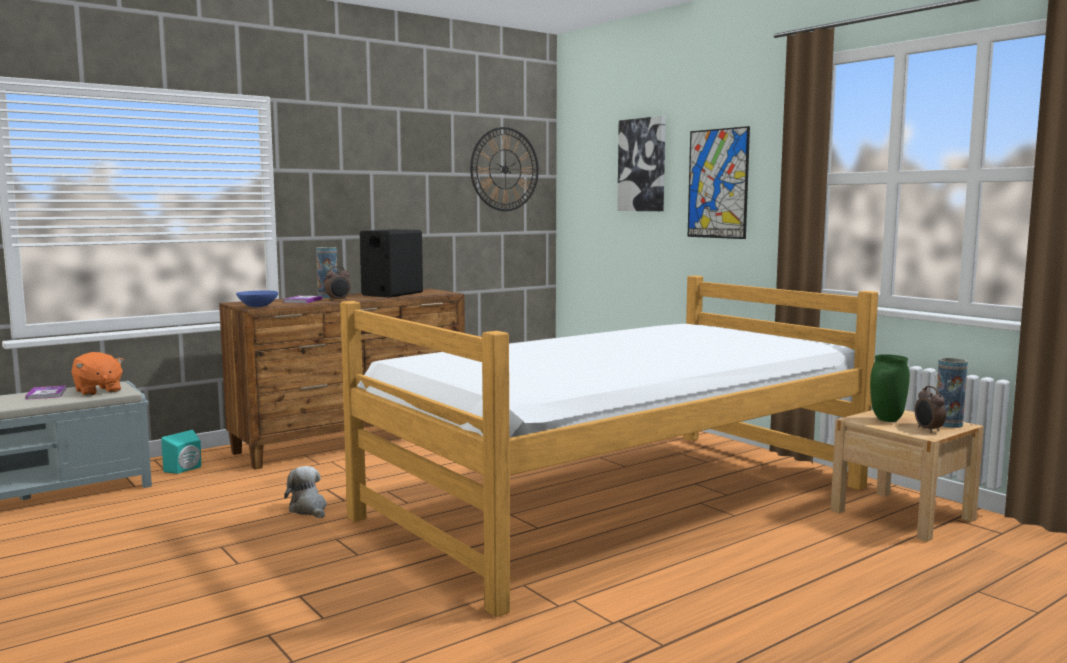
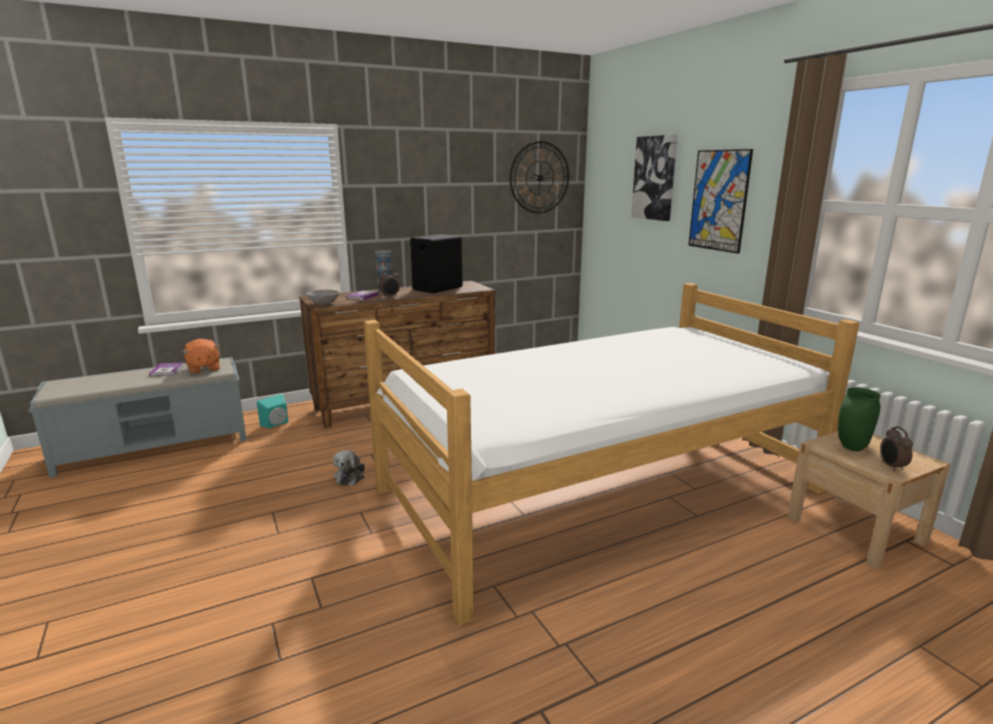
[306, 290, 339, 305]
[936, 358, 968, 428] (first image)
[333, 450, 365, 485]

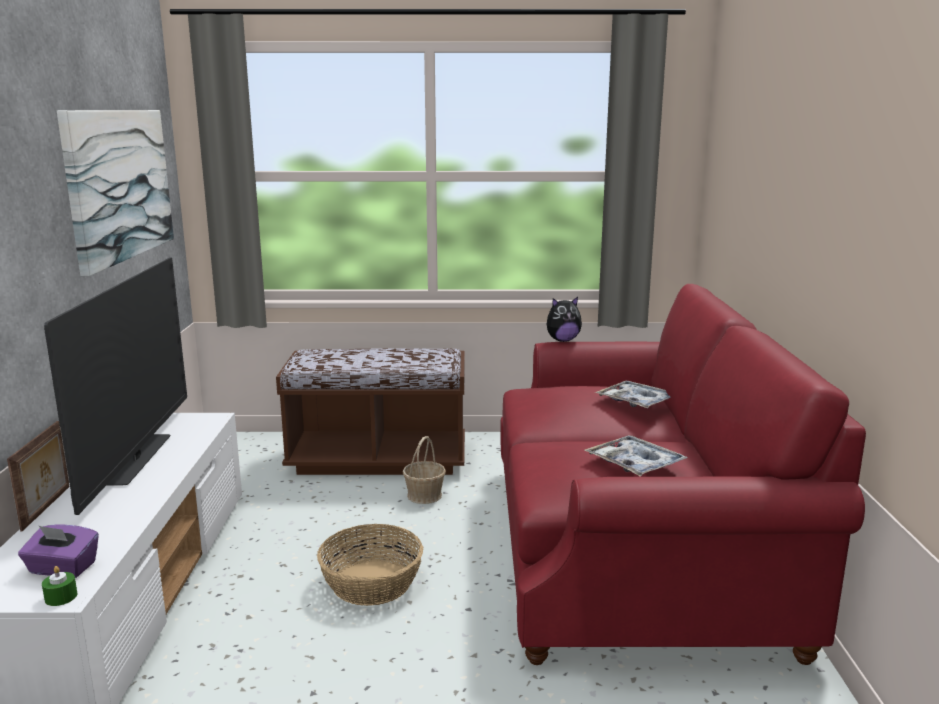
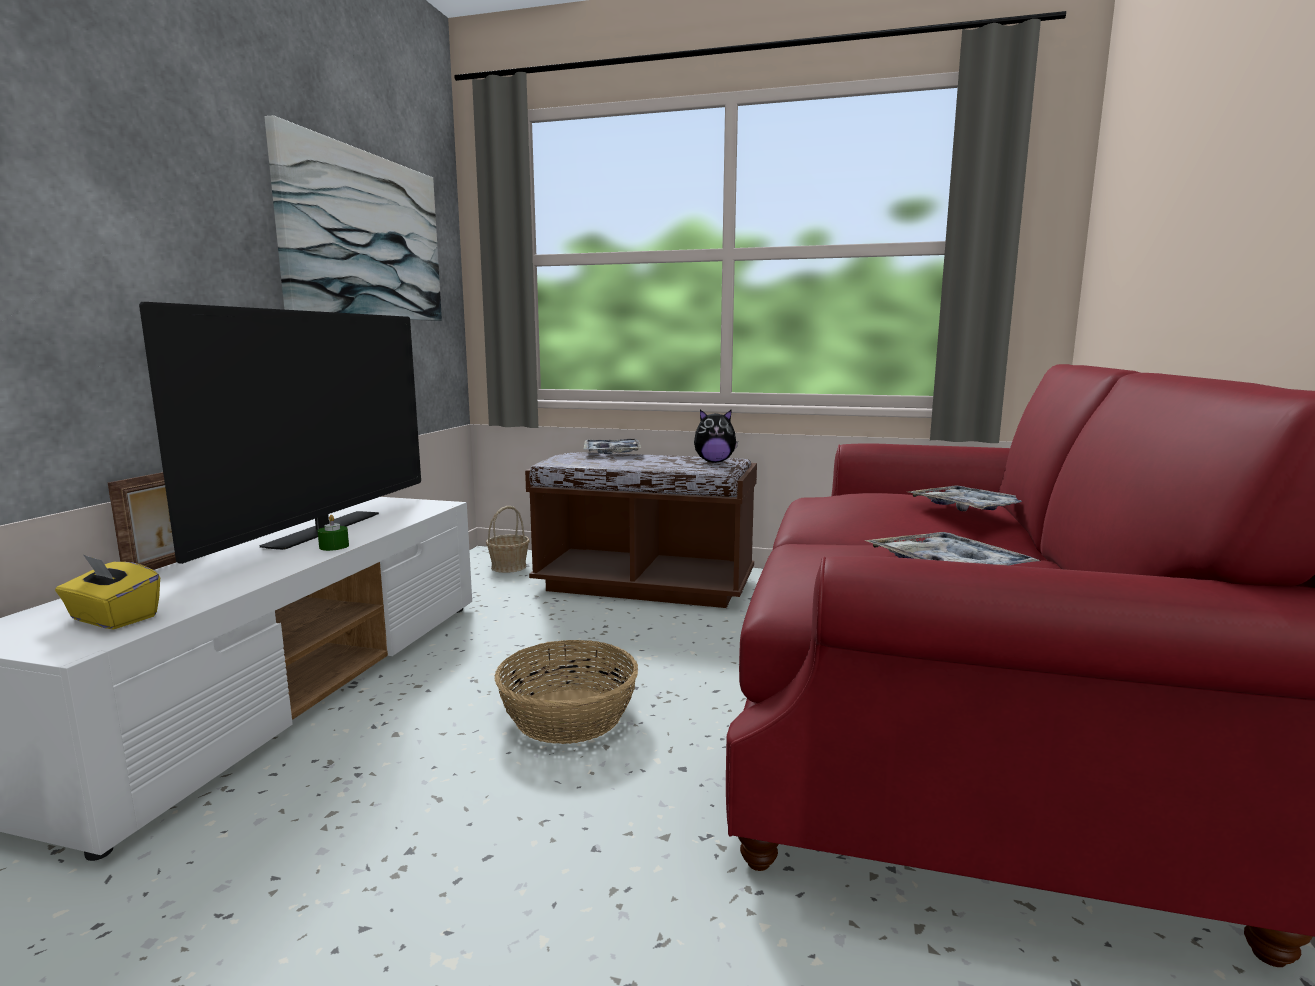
[694, 409, 738, 463]
[486, 506, 530, 573]
[55, 554, 160, 629]
[318, 515, 349, 551]
[584, 439, 641, 454]

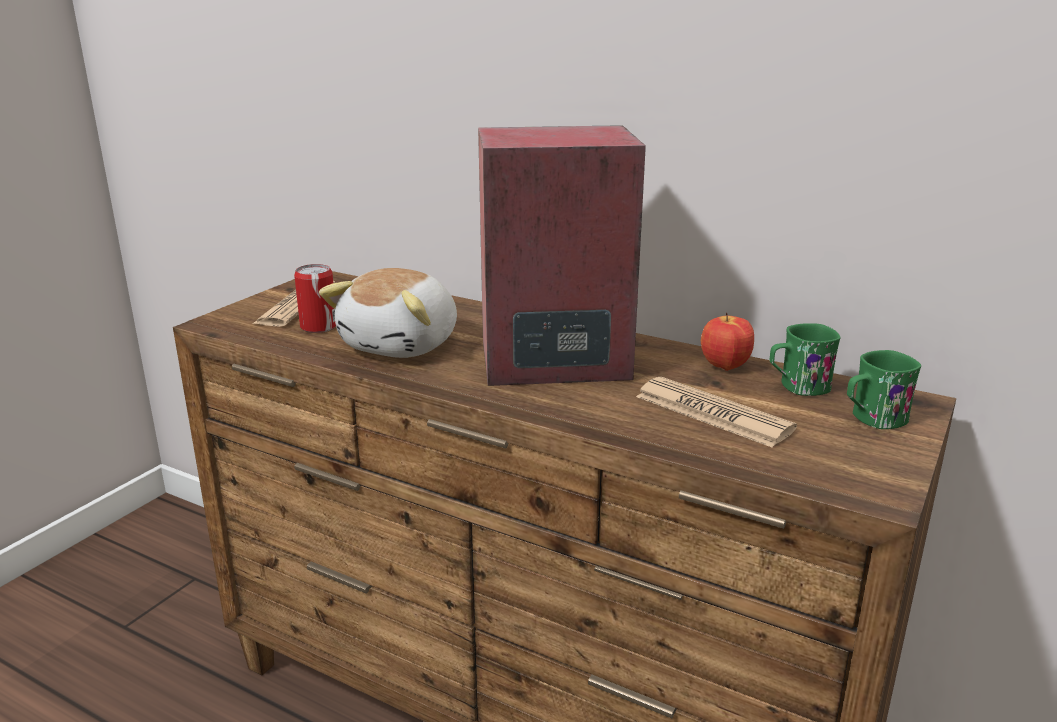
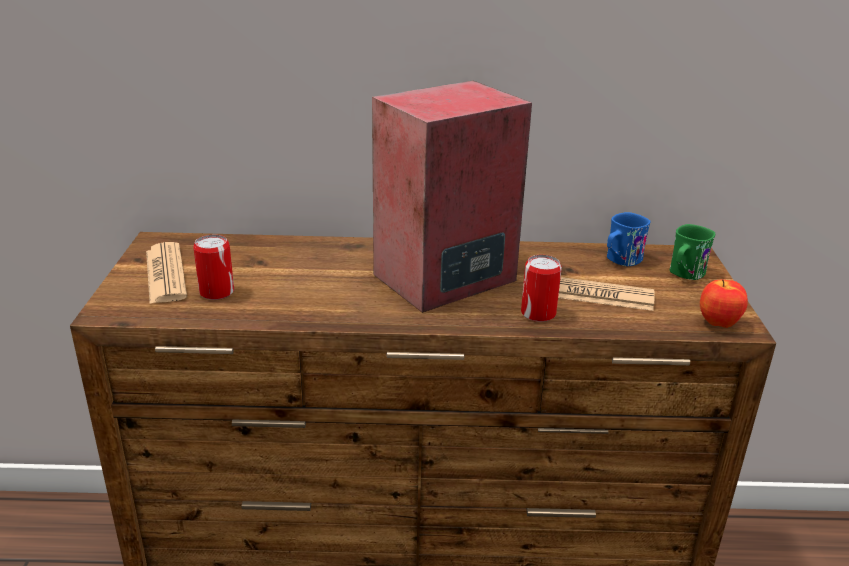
[319, 268, 457, 358] (first image)
[700, 280, 748, 328]
[607, 212, 651, 266]
[521, 255, 562, 322]

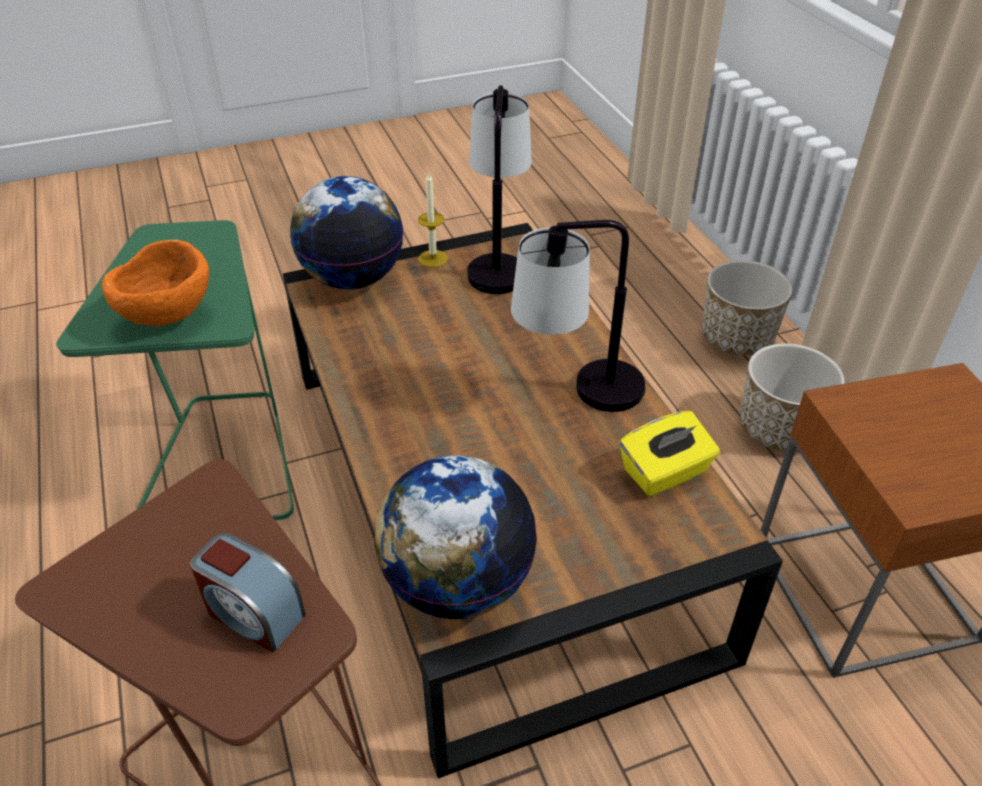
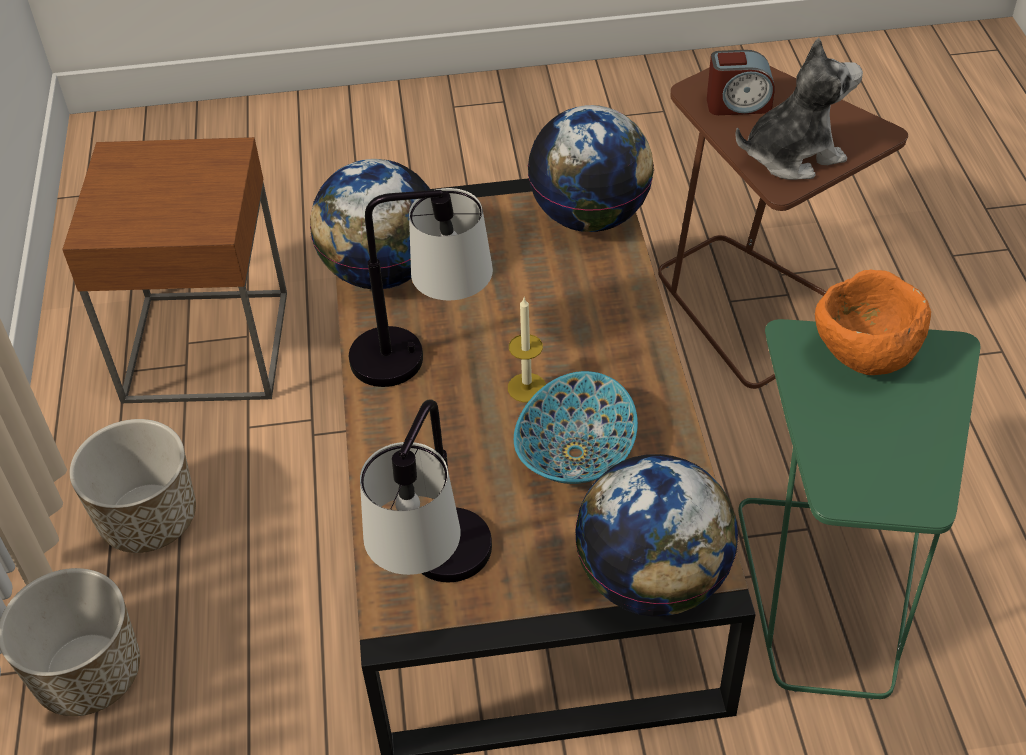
[508, 298, 546, 402]
[310, 159, 430, 289]
[707, 50, 775, 115]
[735, 38, 863, 180]
[514, 371, 638, 484]

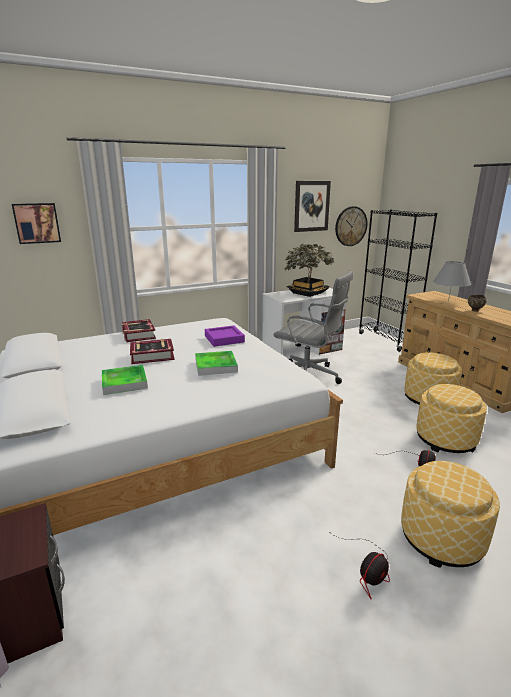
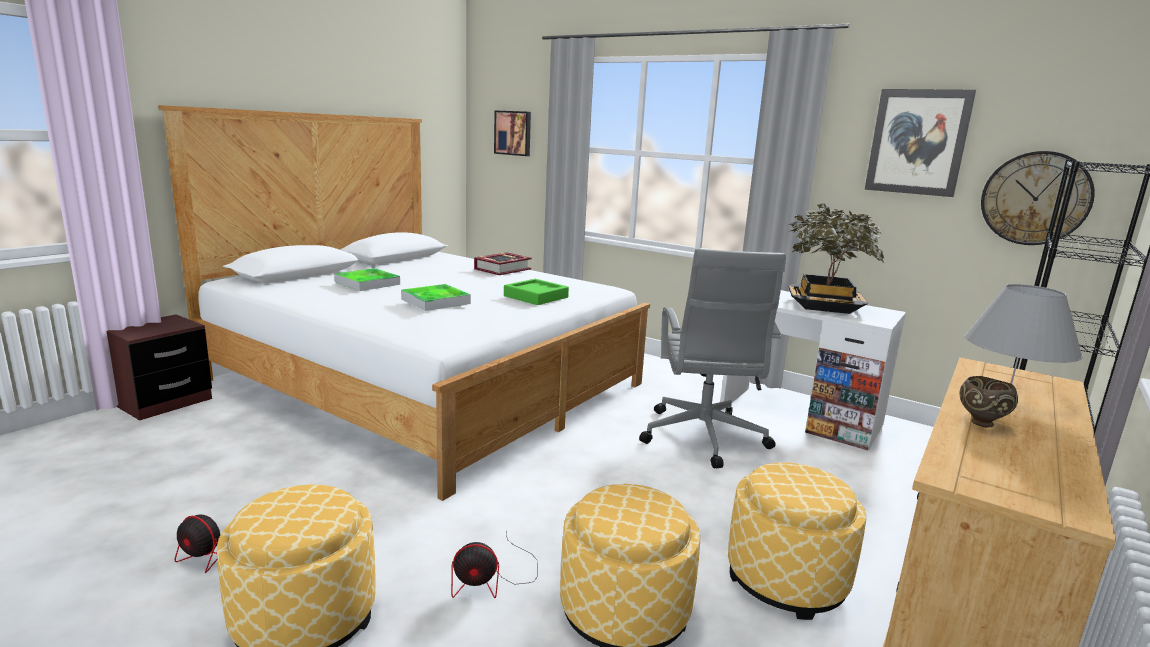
[504, 279, 569, 305]
[130, 339, 175, 364] (first image)

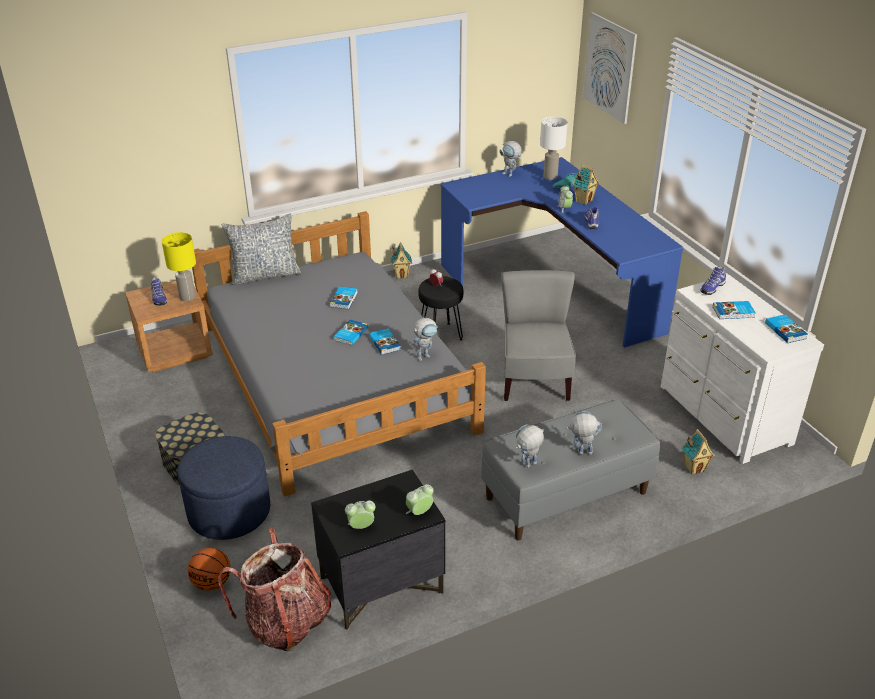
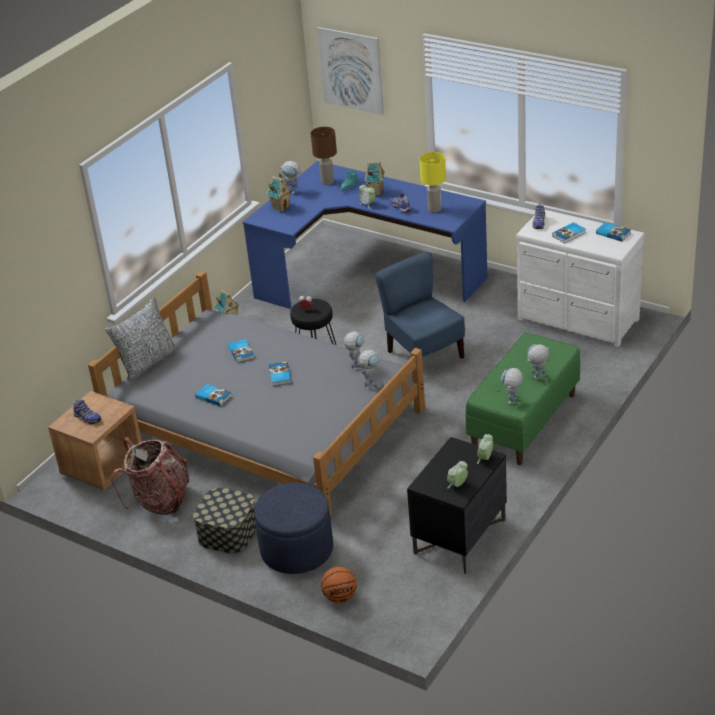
[311, 127, 337, 185]
[420, 152, 446, 213]
[375, 252, 465, 359]
[195, 384, 232, 406]
[465, 333, 580, 465]
[267, 176, 292, 212]
[111, 437, 189, 515]
[358, 350, 380, 390]

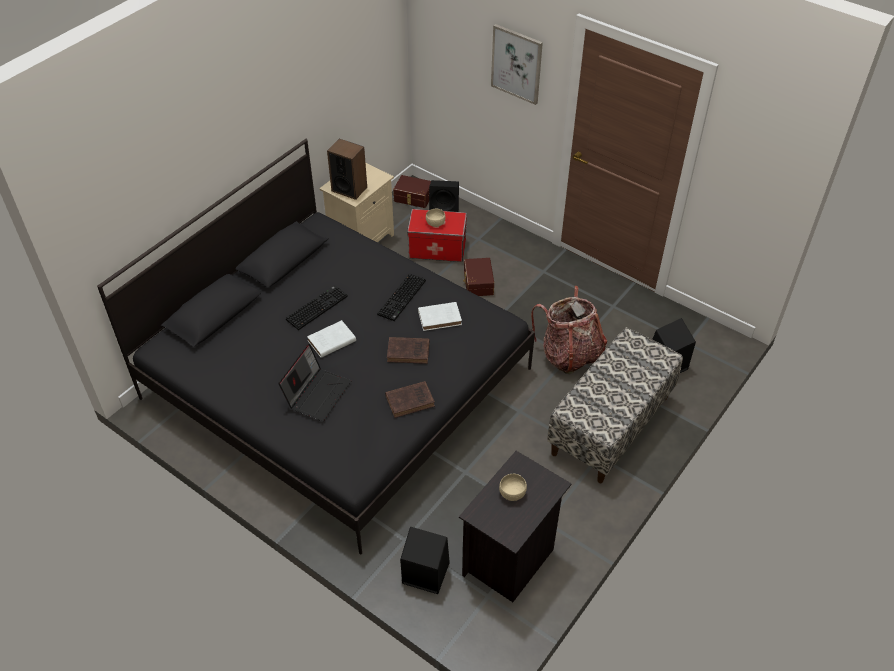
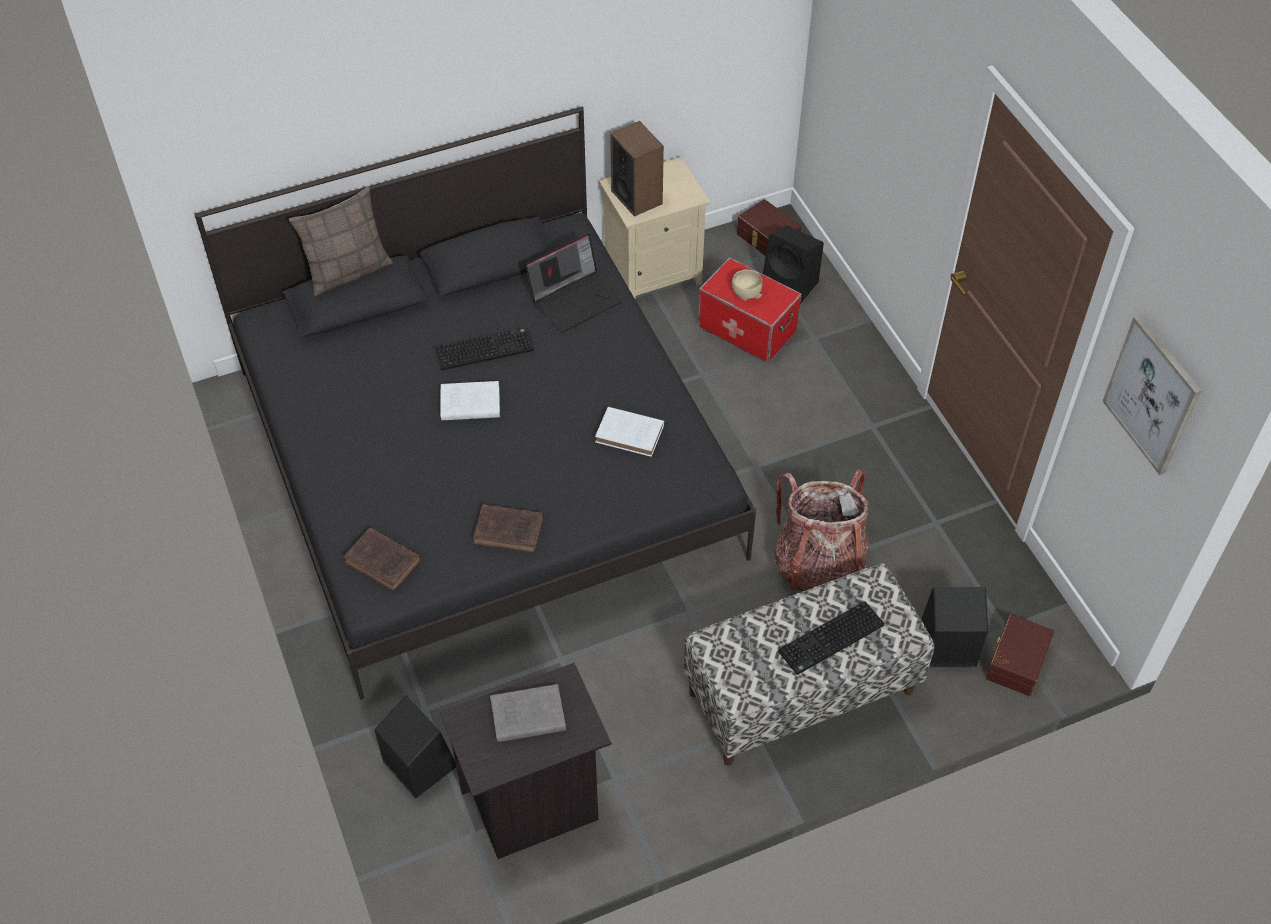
[1102, 315, 1202, 475]
[986, 614, 1054, 696]
[778, 601, 884, 675]
[343, 527, 421, 591]
[525, 233, 623, 333]
[490, 684, 566, 742]
[288, 187, 393, 296]

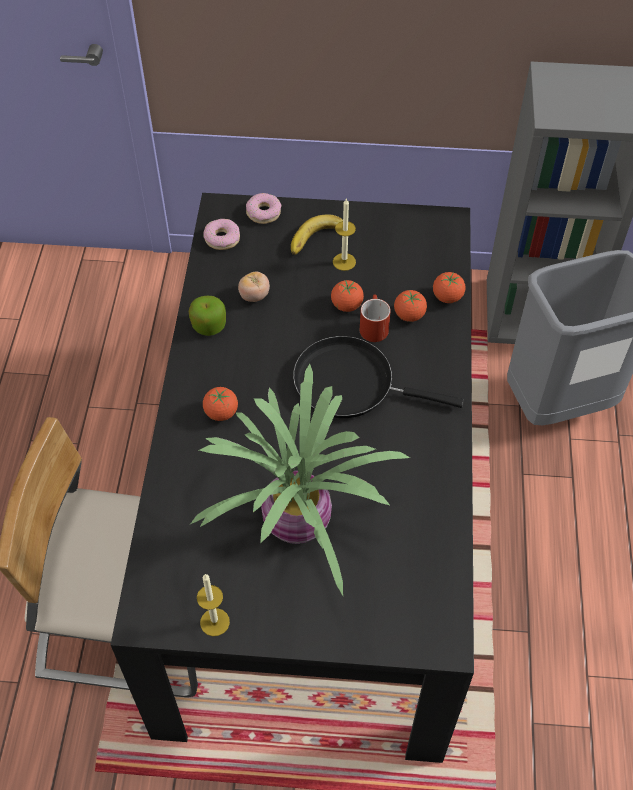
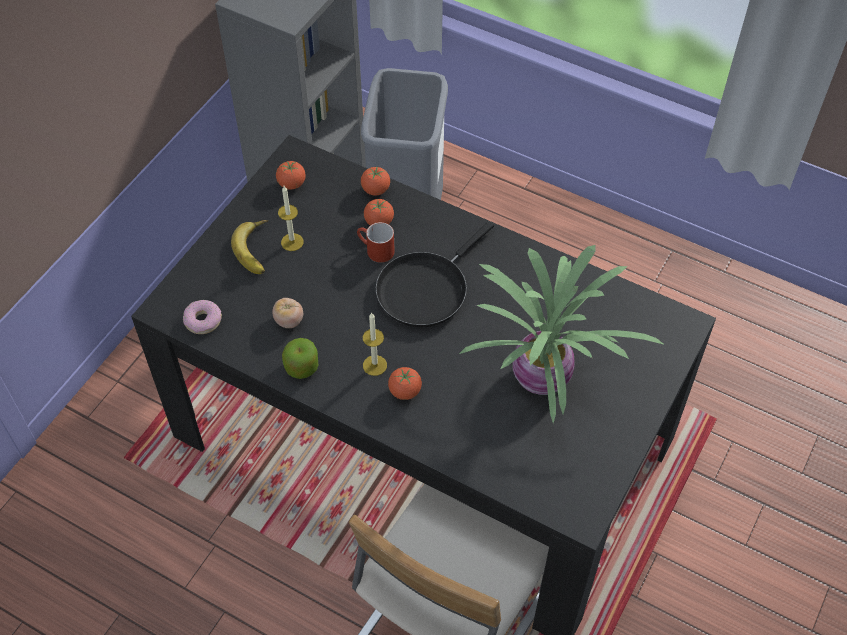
[246, 193, 281, 224] (first image)
[276, 161, 306, 190]
[363, 313, 387, 376]

